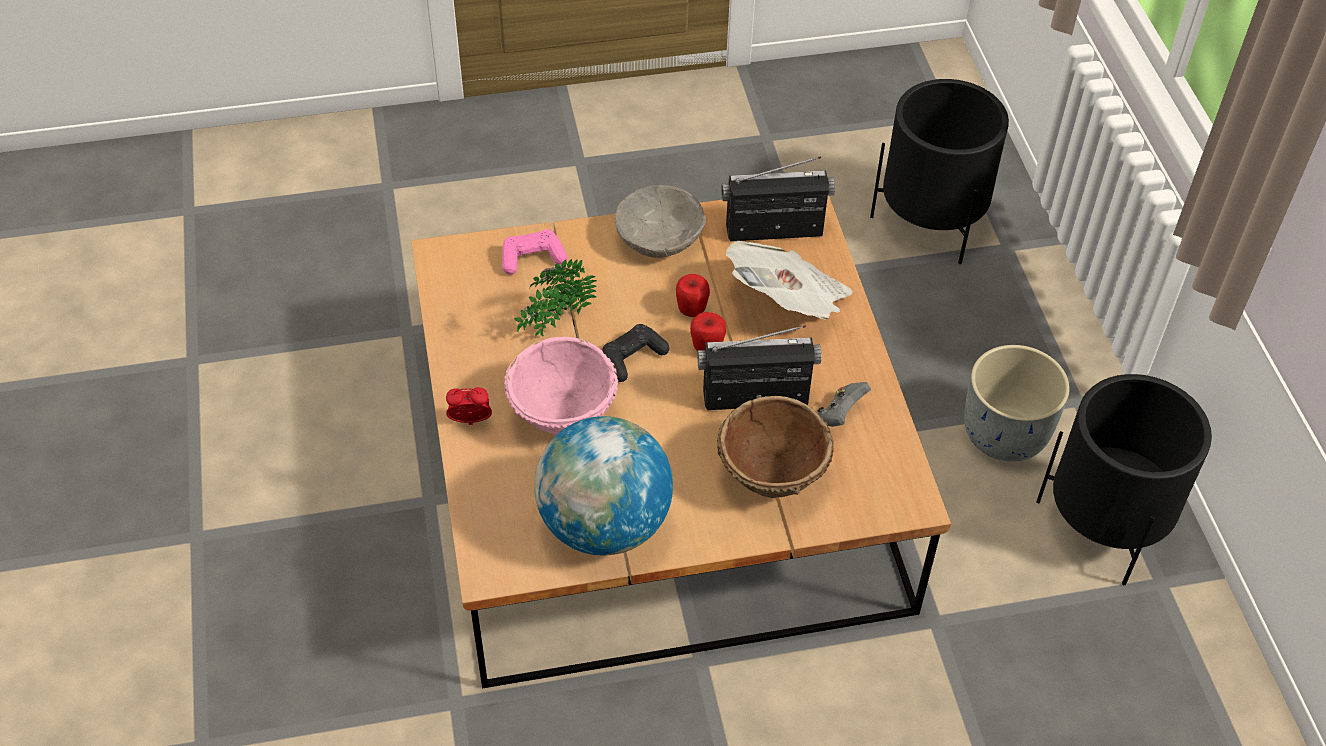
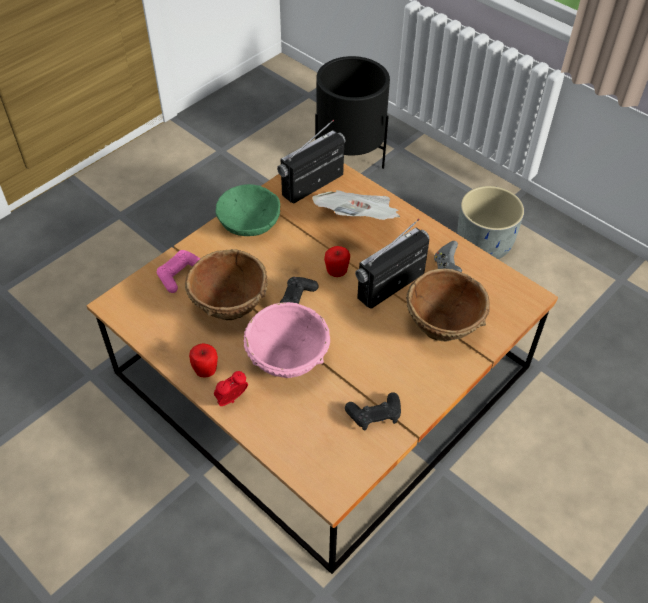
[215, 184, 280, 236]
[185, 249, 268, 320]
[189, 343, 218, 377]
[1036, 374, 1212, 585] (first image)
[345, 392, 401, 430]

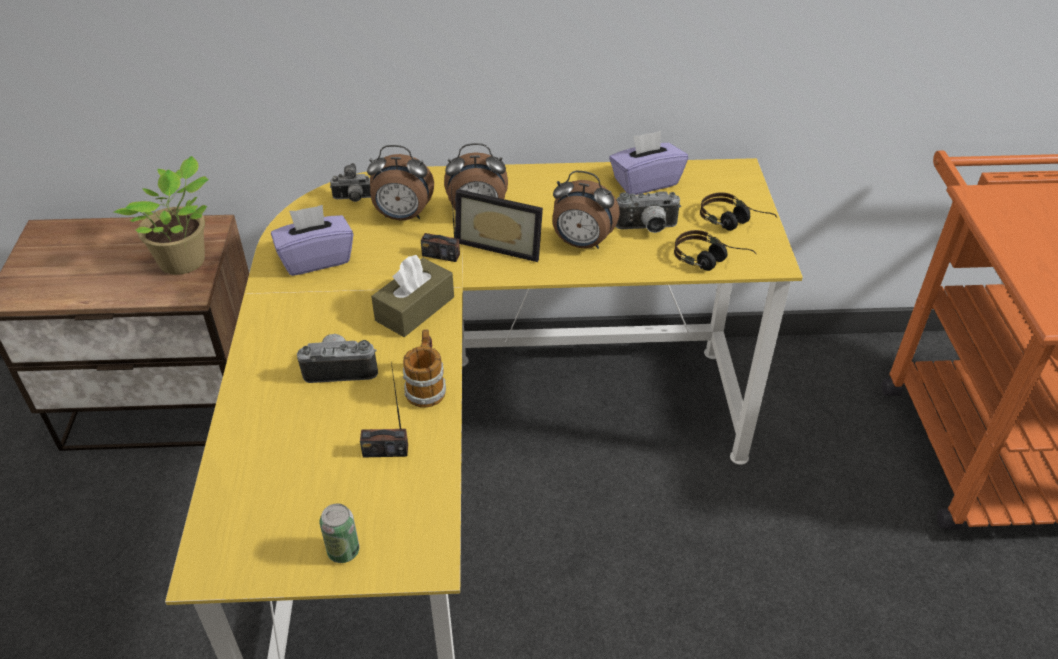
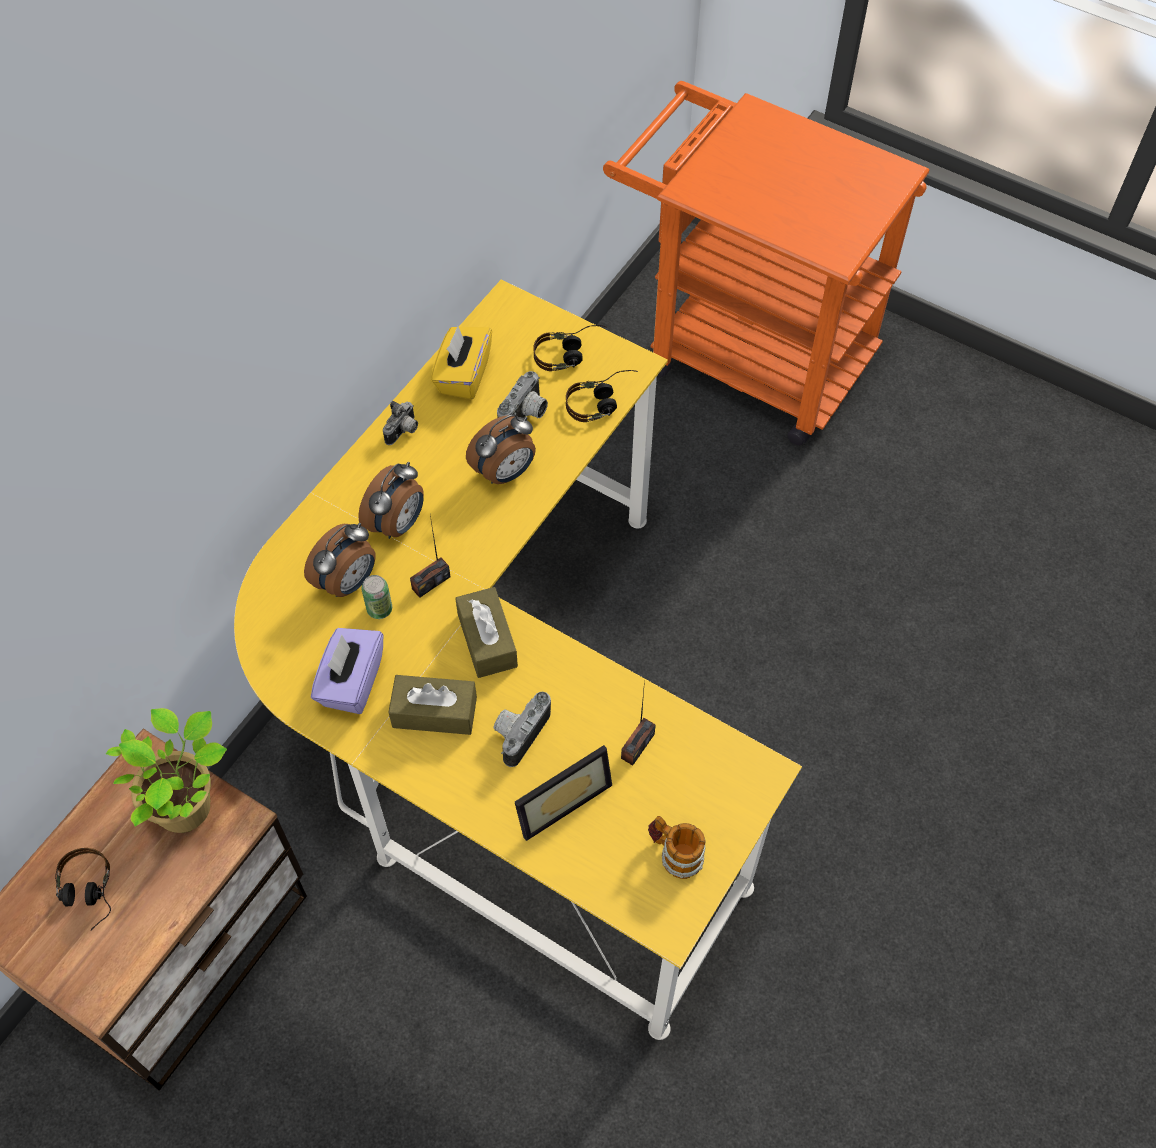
[431, 326, 492, 400]
[383, 401, 418, 445]
[515, 745, 612, 841]
[648, 816, 706, 879]
[361, 575, 392, 619]
[388, 675, 477, 735]
[55, 848, 111, 931]

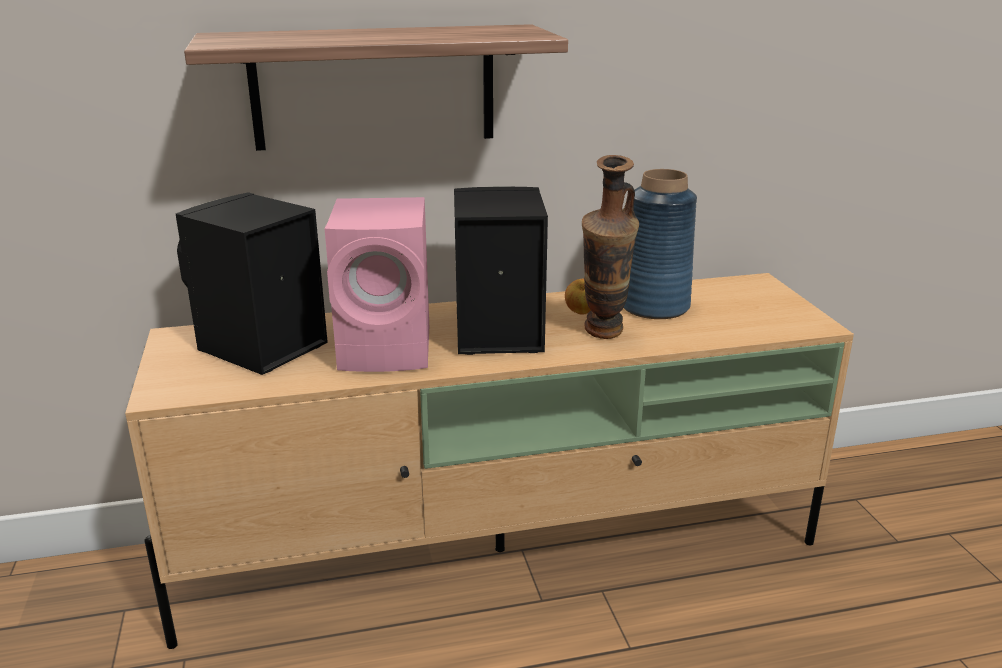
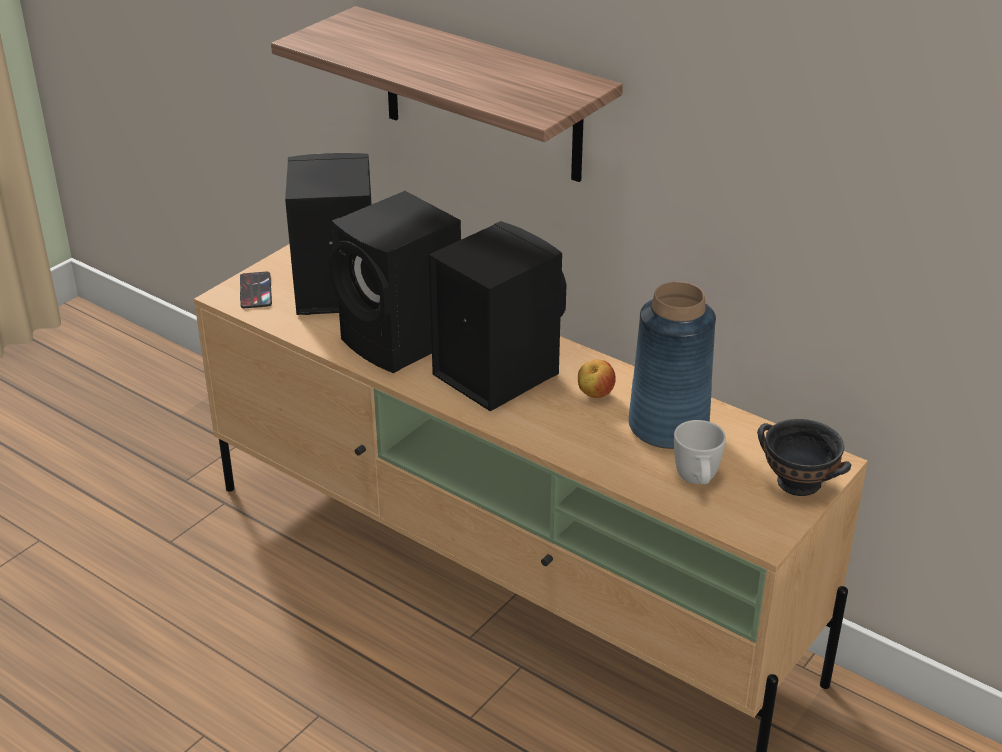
[582, 155, 639, 339] (first image)
[329, 191, 461, 373]
[240, 272, 272, 308]
[757, 419, 851, 496]
[674, 420, 726, 484]

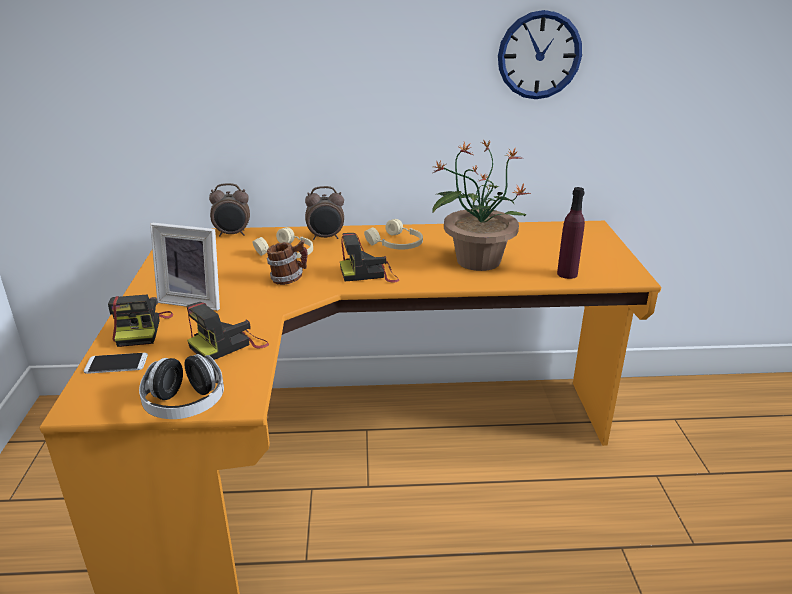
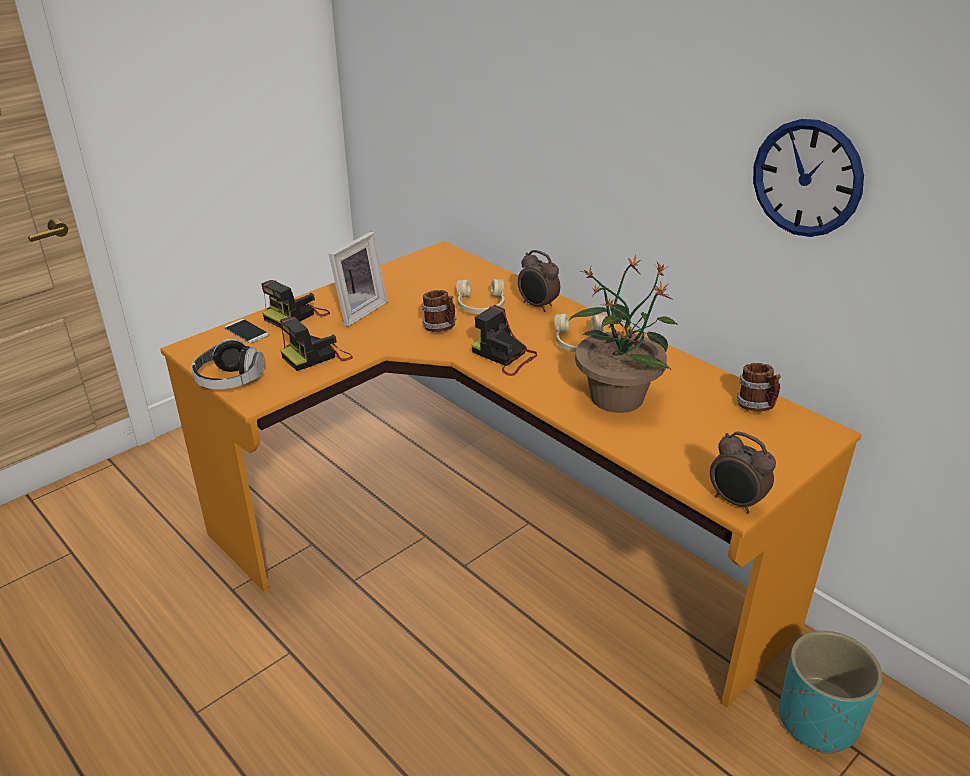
[710, 431, 776, 514]
[557, 187, 585, 279] (first image)
[329, 232, 388, 327]
[280, 317, 353, 371]
[737, 363, 781, 412]
[779, 631, 883, 754]

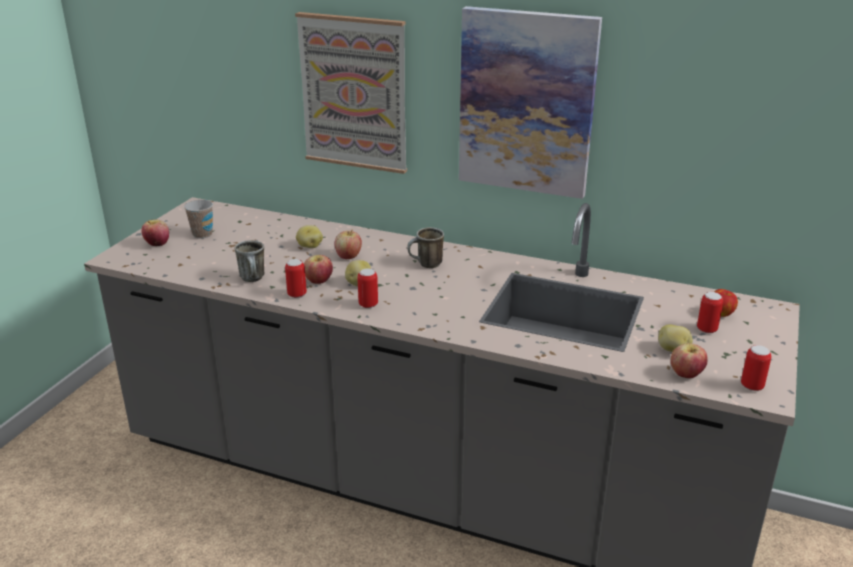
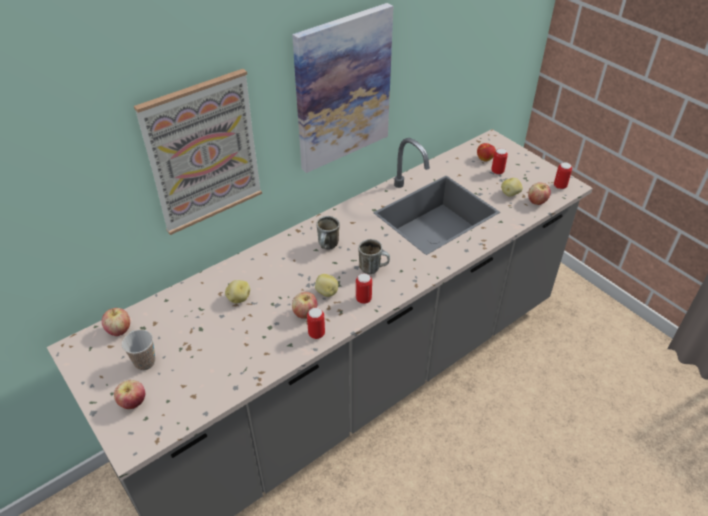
[102, 308, 130, 336]
[358, 239, 390, 274]

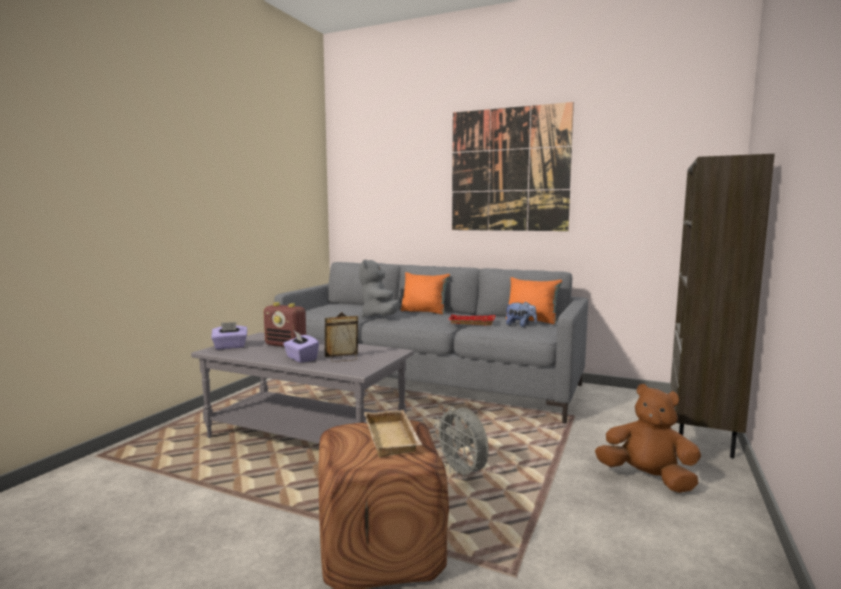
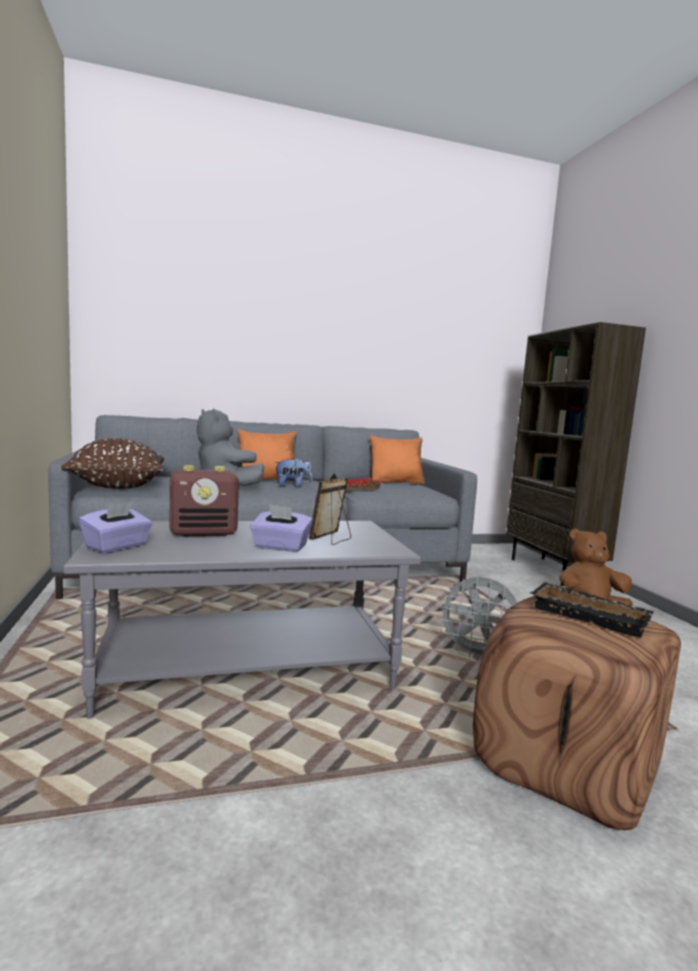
[452, 102, 574, 231] (first image)
[275, 458, 313, 487]
[530, 582, 654, 638]
[61, 438, 165, 489]

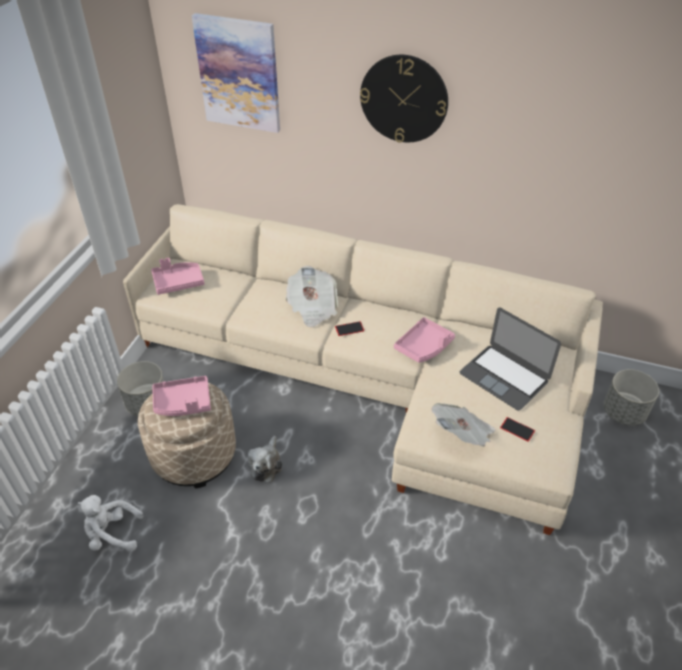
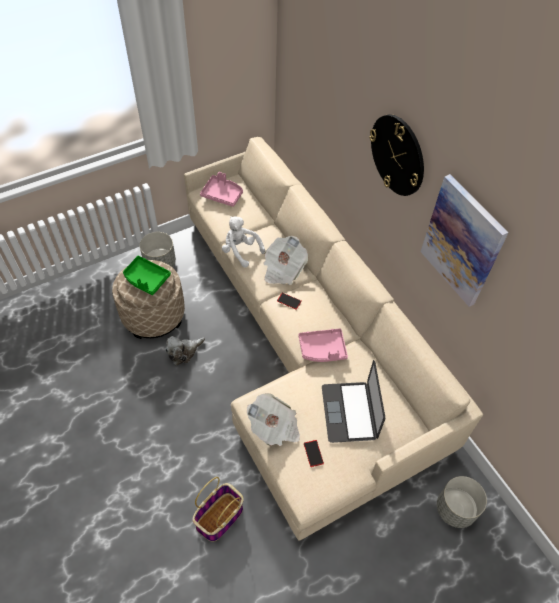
[420, 174, 509, 307]
[123, 256, 171, 295]
[222, 216, 265, 268]
[192, 477, 244, 542]

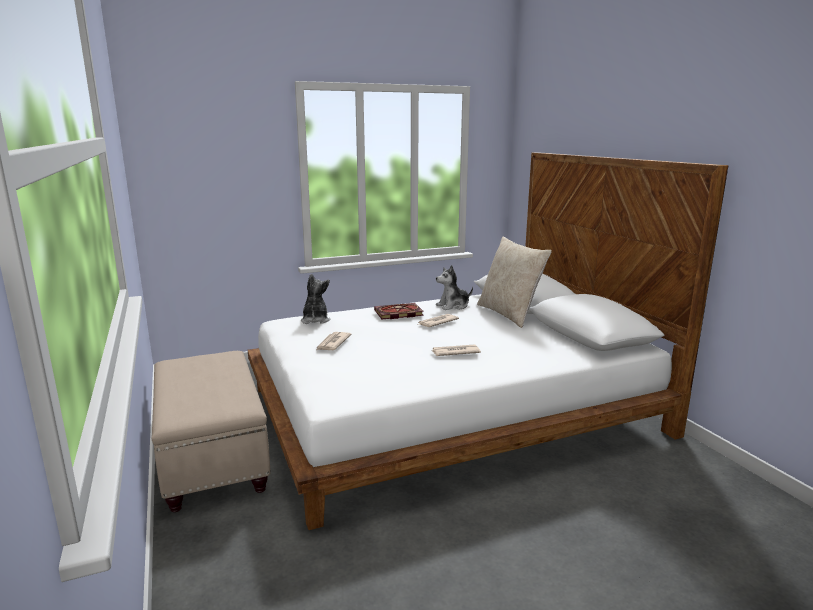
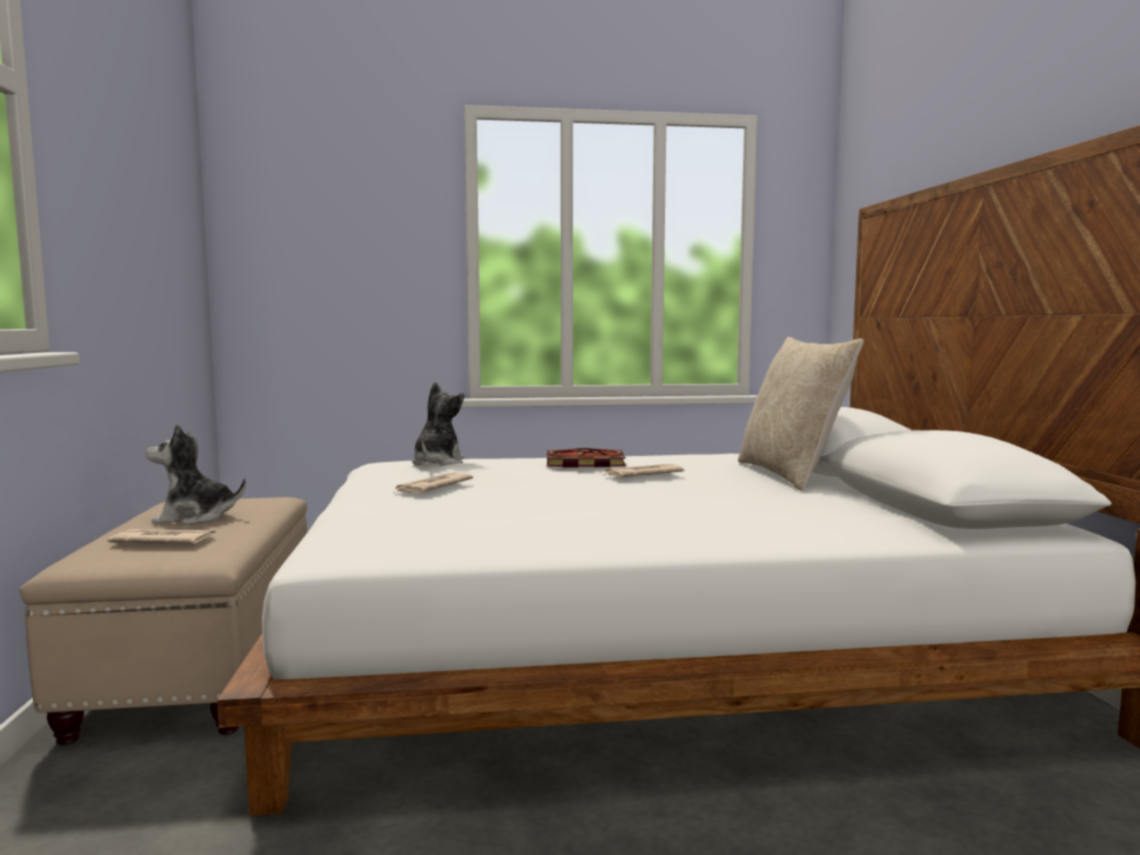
[146, 424, 246, 525]
[108, 529, 216, 544]

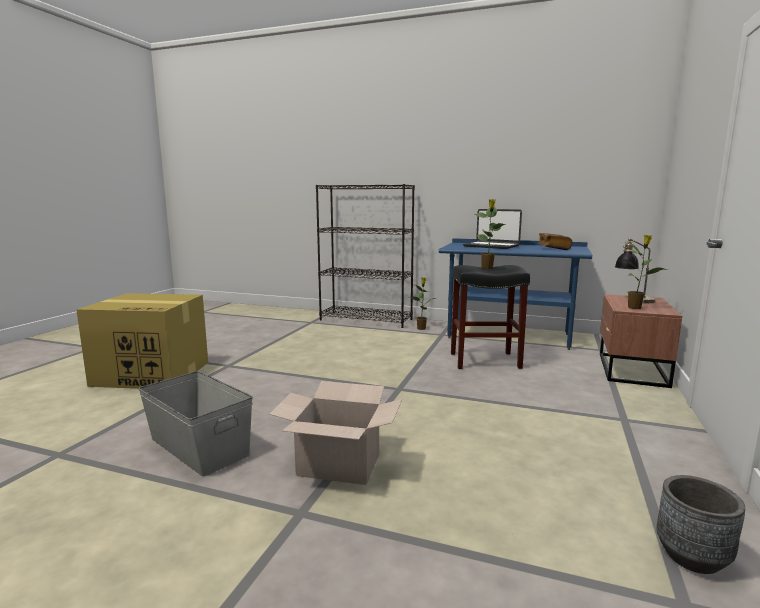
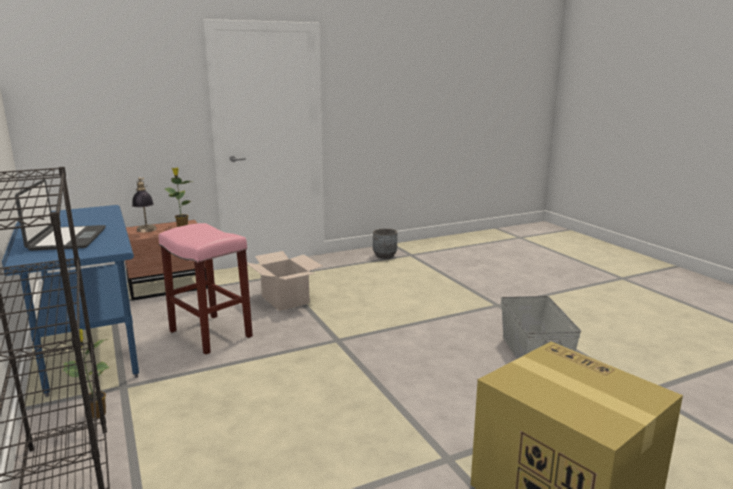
[474, 199, 506, 269] (first image)
[538, 233, 572, 250] (first image)
[159, 223, 253, 355]
[247, 251, 322, 311]

